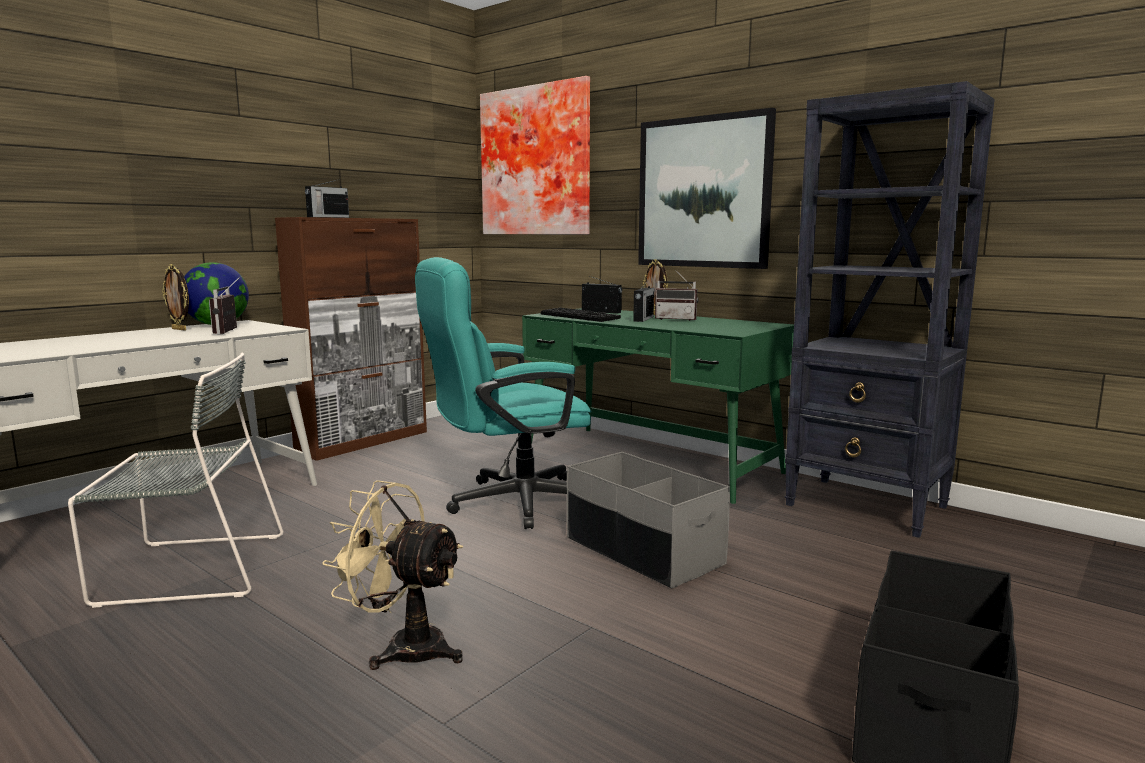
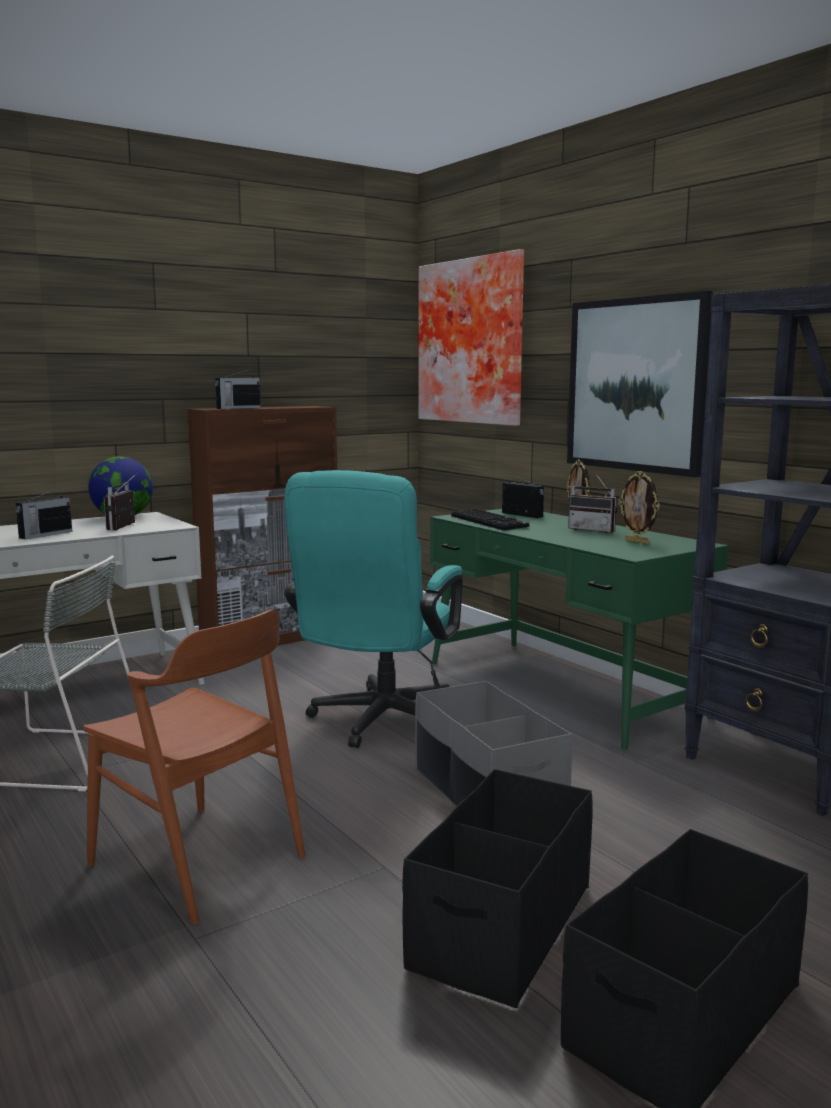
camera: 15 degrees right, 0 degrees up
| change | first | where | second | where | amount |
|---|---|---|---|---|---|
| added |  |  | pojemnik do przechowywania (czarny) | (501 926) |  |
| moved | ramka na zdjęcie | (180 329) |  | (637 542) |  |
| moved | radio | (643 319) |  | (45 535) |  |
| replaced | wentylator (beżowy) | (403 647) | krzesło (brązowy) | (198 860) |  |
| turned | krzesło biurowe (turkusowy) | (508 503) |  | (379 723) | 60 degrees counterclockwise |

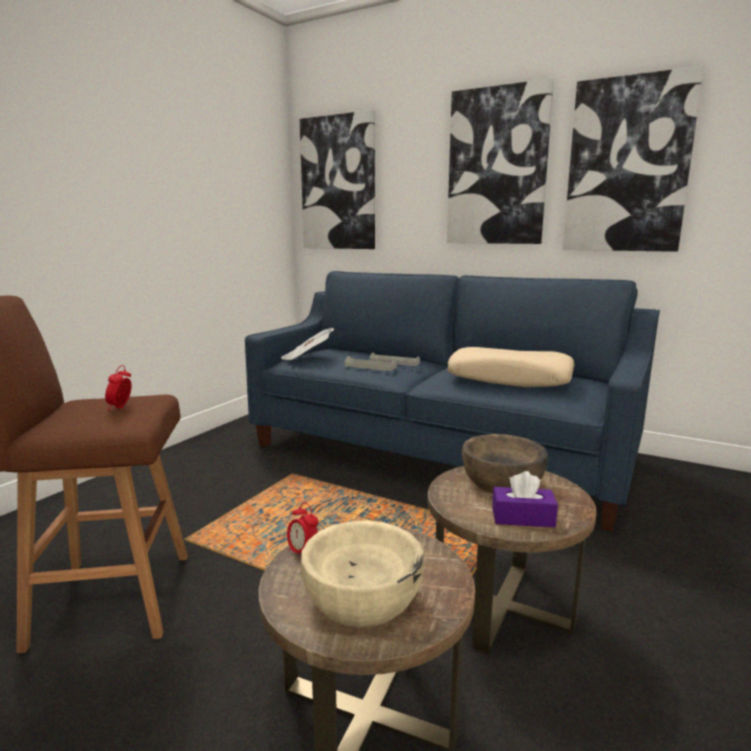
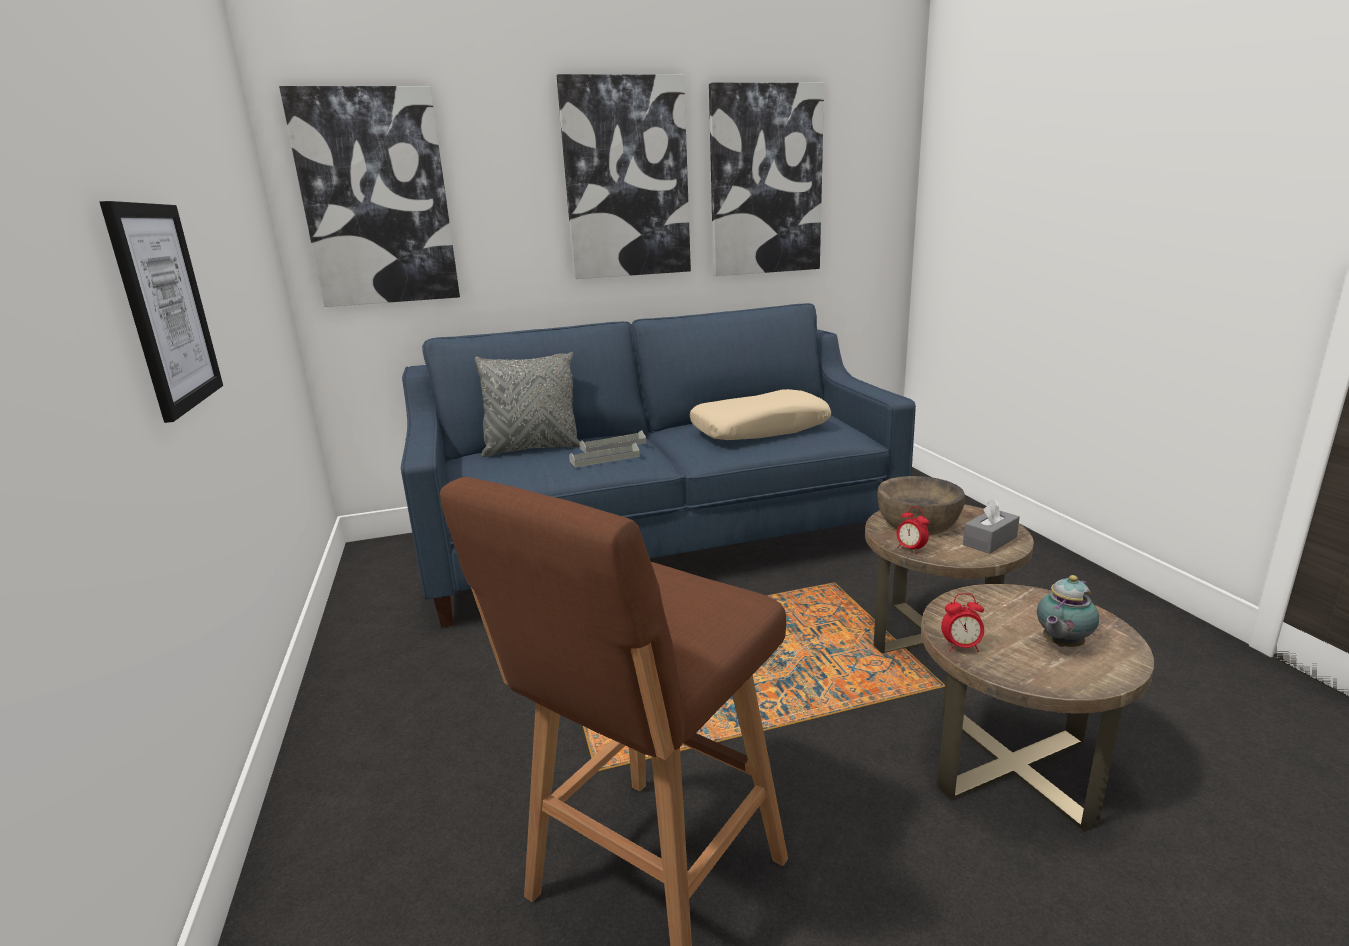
camera: 45 degrees left, 5 degrees up
| change | first | where | second | where | amount |
|---|---|---|---|---|---|
| removed | gazeta | (307 358) |  |  |  |
| added |  |  | obraz | (166 307) |  |
| added |  |  | poduszka (szary) | (532 449) |  |
| moved | budzik | (121 408) |  | (910 549) |  |
| replaced | miska (beżowy) | (363 597) | imbryk | (1060 645) |  |
| recoloured | pudełko chusteczek (fioletowy) | (522 518) | pudełko chusteczek (szary) | (990 541) |  |

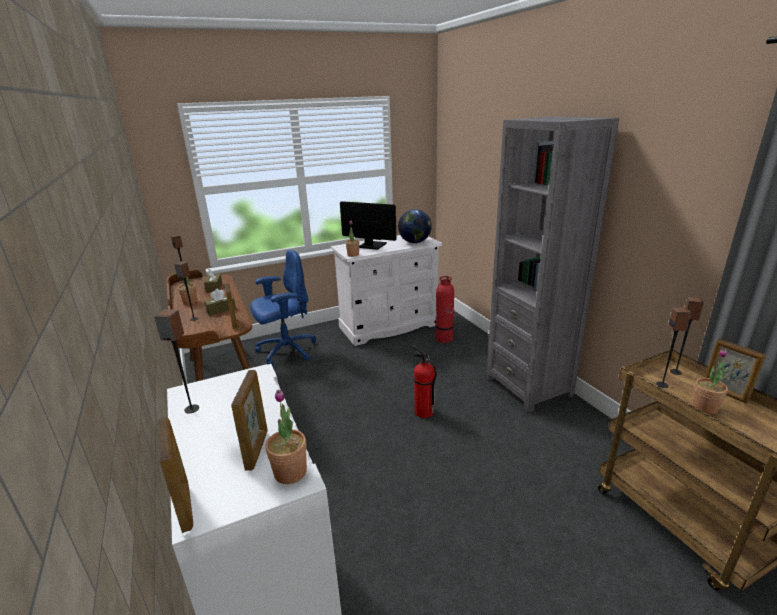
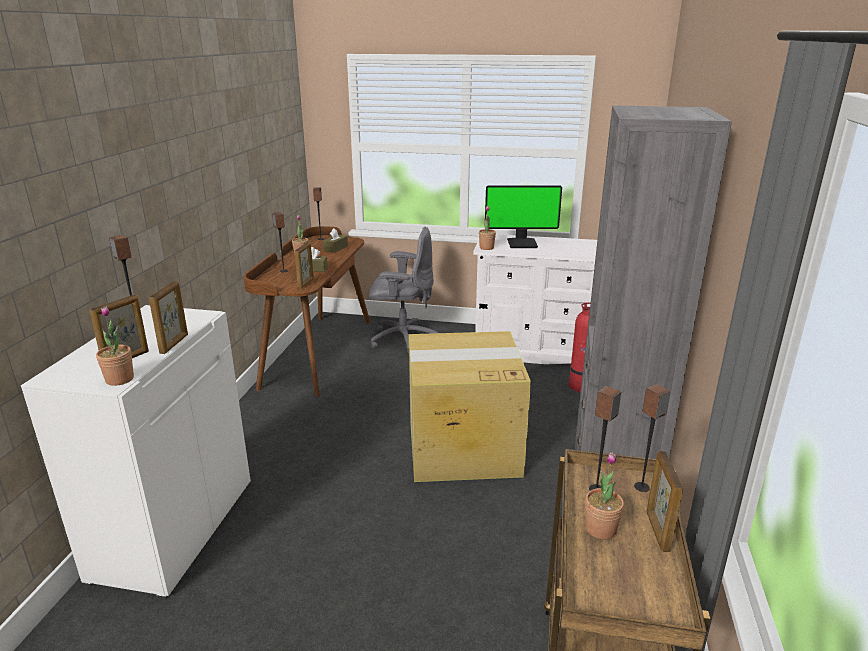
camera: 35 degrees right, 0 degrees up
| change | first | where | second | where | amount |
|---|---|---|---|---|---|
| removed | globus | (415 242) |  |  |  |
| moved | ramka na zdjęcie | (185 506) |  | (174 344) |  |
| replaced | gaśnica | (423 411) | karton | (461 447) |  |
| recoloured | krzesło biurowe (niebieski) | (286 351) | krzesło biurowe (szary) | (402 339) |  |
| turned | monitor | (371 246) |  | (522 243) | 120 degrees clockwise |

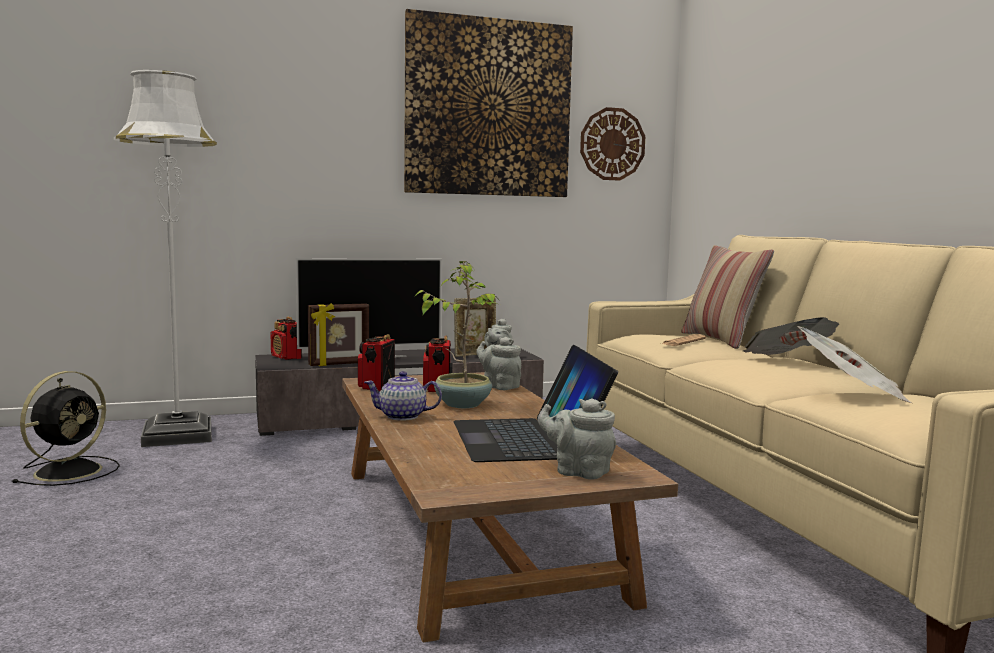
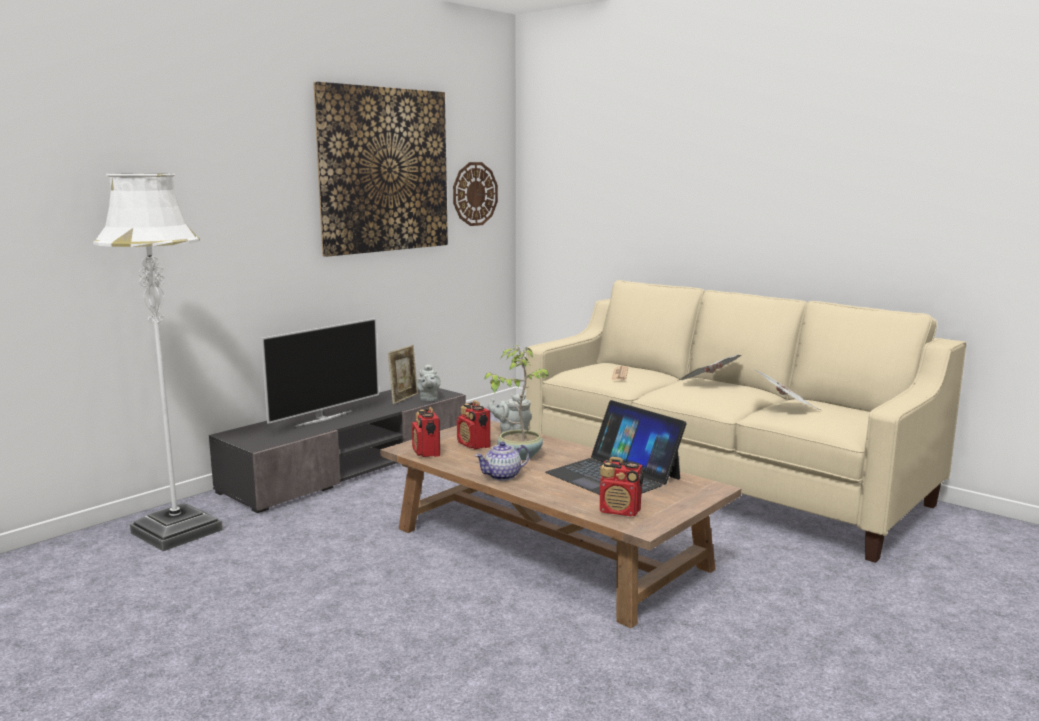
camera: 30 degrees left, 5 degrees up
| change | first | where | second | where | amount |
|---|---|---|---|---|---|
| removed | wentylator (czarny) | (71 471) |  |  |  |
| removed | ramka na zdjęcie | (339 364) |  |  |  |
| removed | imbryk (szary) | (578 471) |  |  |  |
| removed | poduszka | (721 340) |  |  |  |
| moved | radio | (286 357) |  | (620 511) |  |

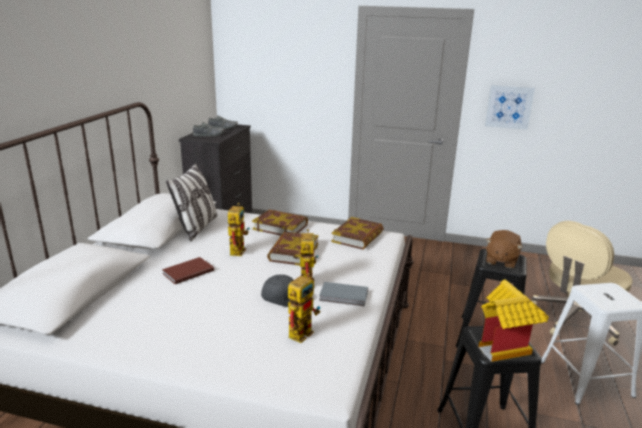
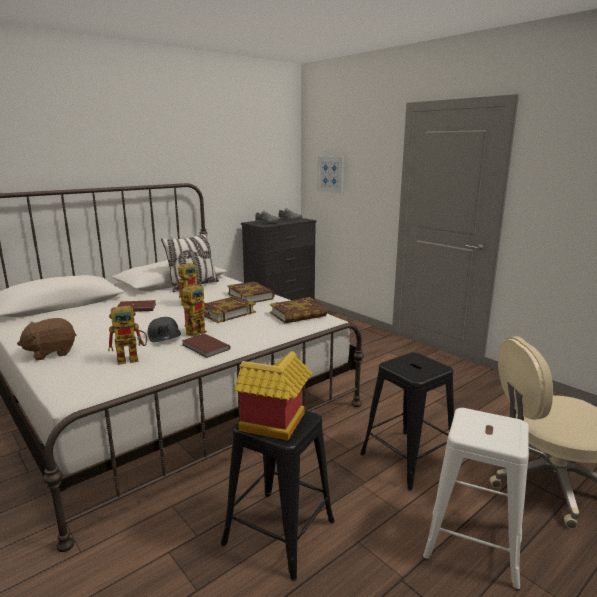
camera: 35 degrees right, 5 degrees down
| change | first | where | second | where | amount |
|---|---|---|---|---|---|
| moved | obraz | (509 107) |  | (331 174) |  |
| moved | pluszak (brązowy) | (501 260) |  | (51 352) |  |
| recoloured | książka (szary) | (344 296) | książka (brązowy) | (205 347) |  |

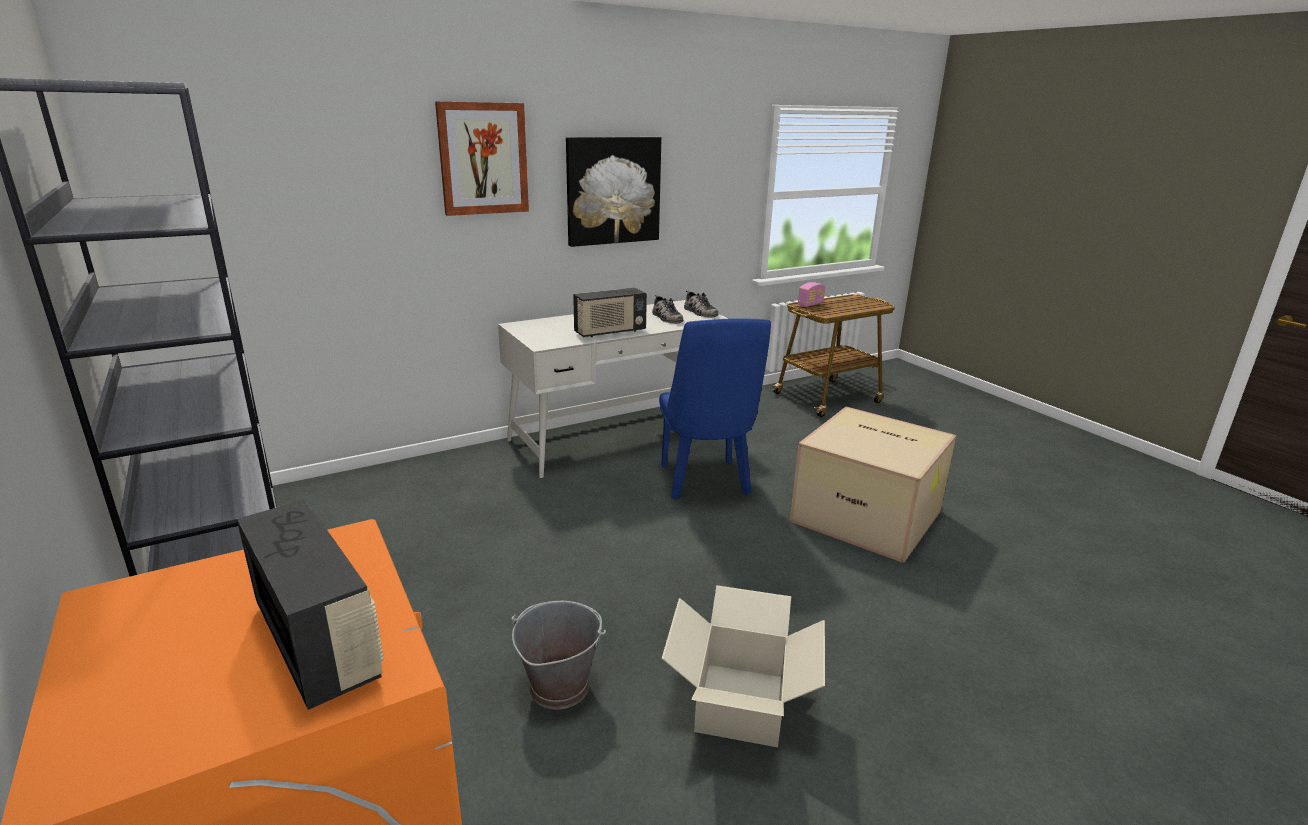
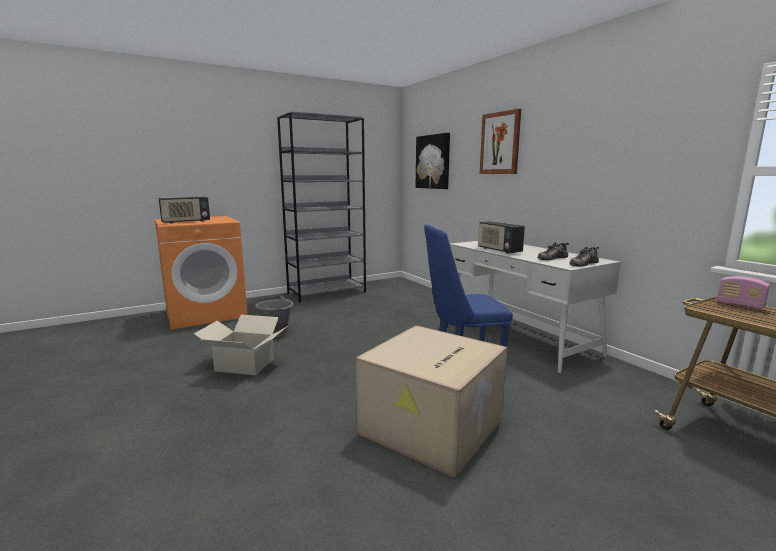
camera: 90 degrees right, 10 degrees down
| change | first | where | second | where | amount |
|---|---|---|---|---|---|
| moved | obraz | (613 190) |  | (433 162) |  |

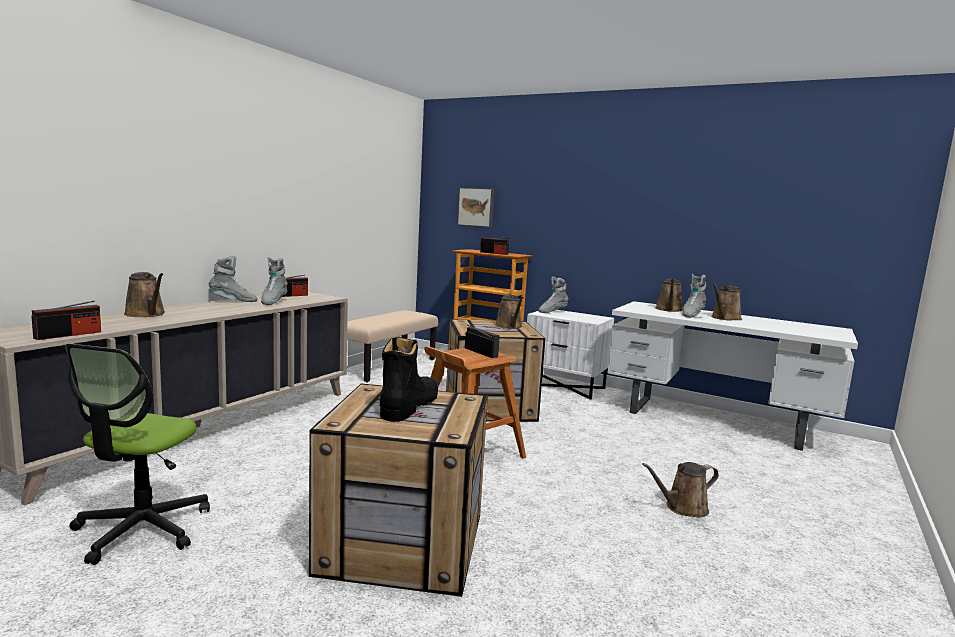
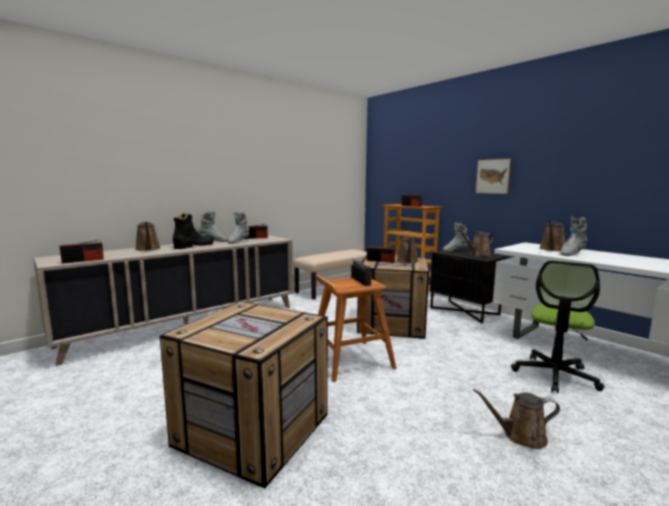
camera: 20 degrees right, 0 degrees up
| change | first | where | second | where | amount |
|---|---|---|---|---|---|
| added |  |  | radio | (380 261) |  |
| moved | krzesło biurowe | (141 529) |  | (555 375) |  |
| moved | but z cholewką (czarny) | (409 406) |  | (194 246) |  |
| moved | obraz | (476 207) |  | (494 176) |  |
| moved | konewka (brązowy) | (724 318) |  | (478 255) |  |
| recoloured | szafka nocna (biały) | (565 386) | szafka nocna (czarny) | (465 311) |  |

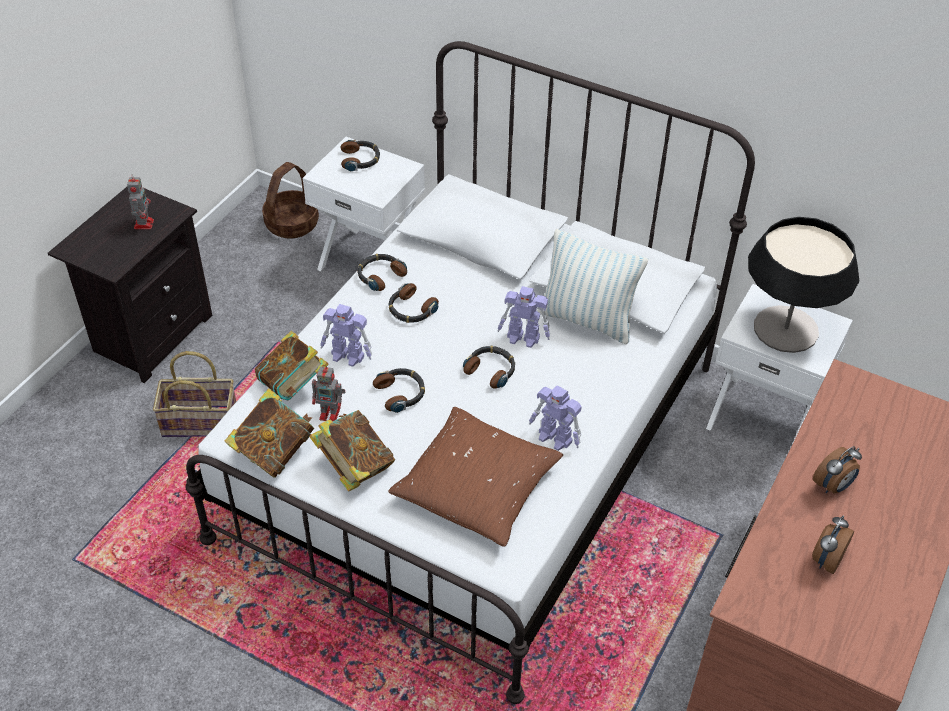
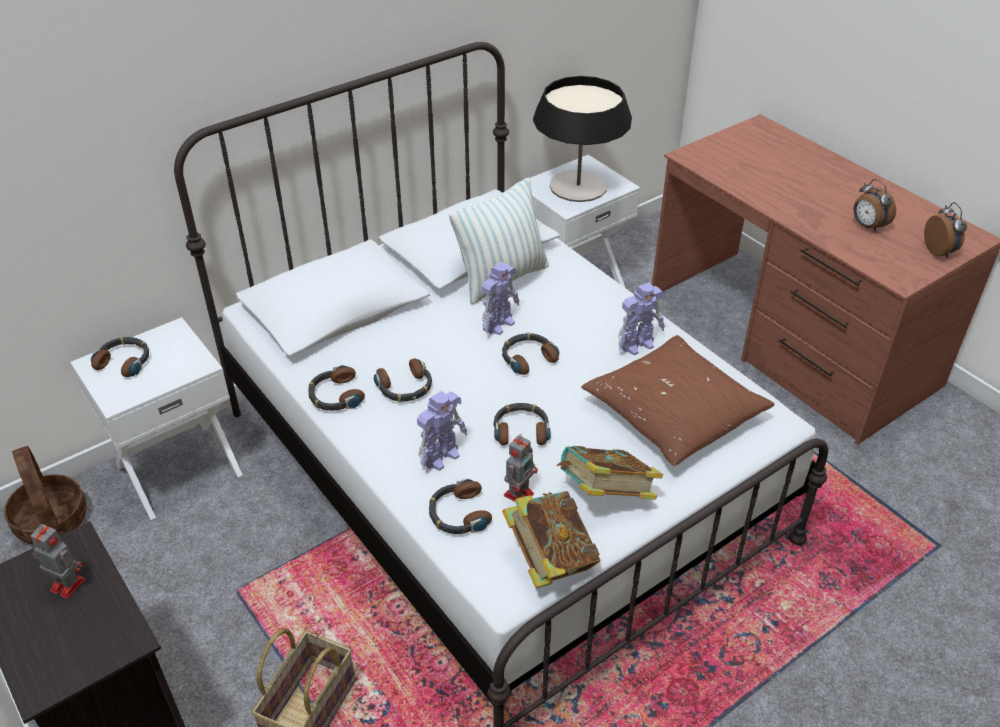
camera: 65 degrees left, 5 degrees down
| change | first | where | second | where | amount |
|---|---|---|---|---|---|
| moved | budzik | (833 486) |  | (939 251) |  |
| replaced | książka | (293 386) | słuchawki | (458 514) |  |

